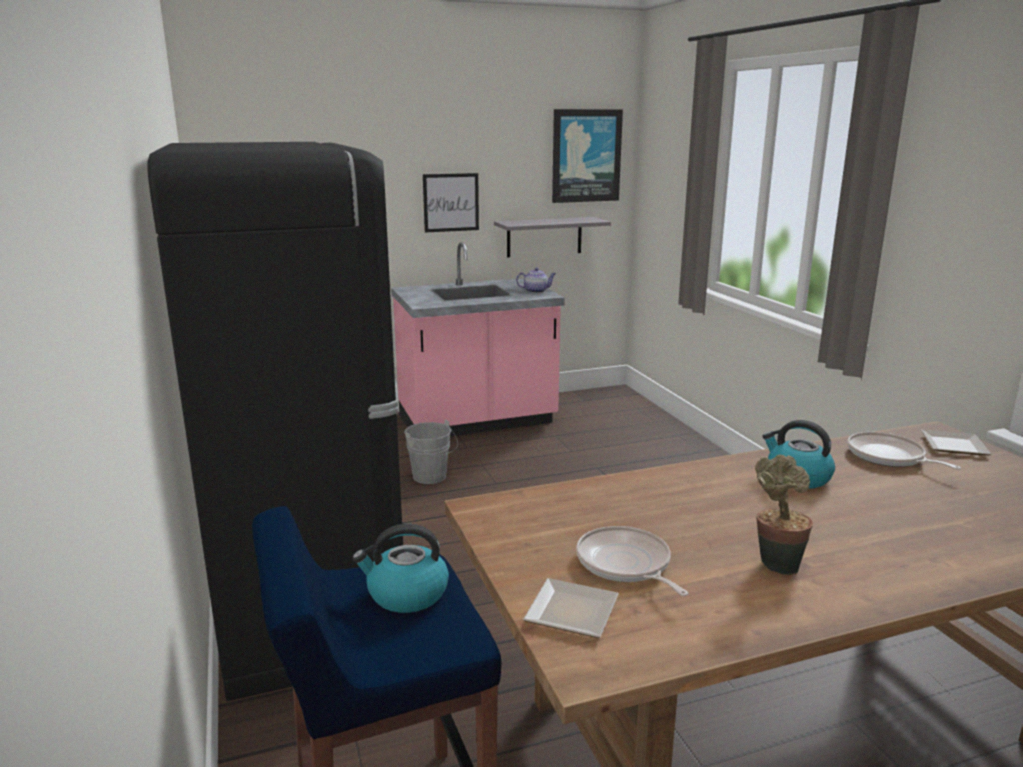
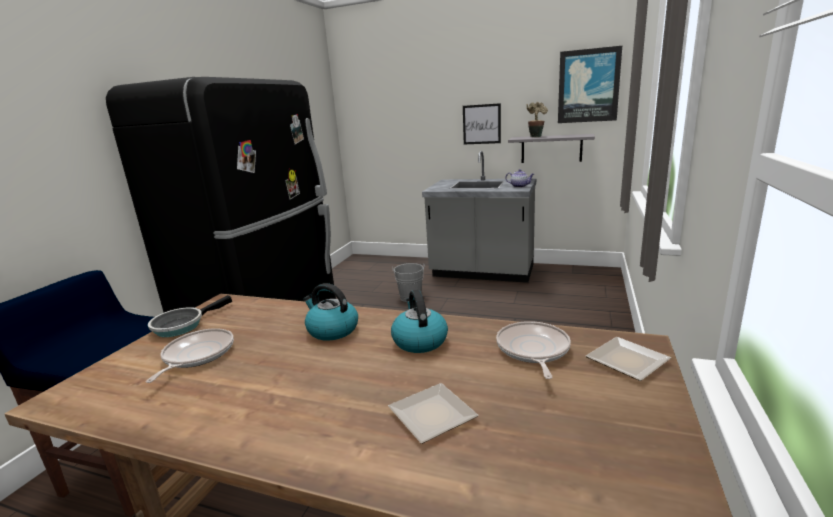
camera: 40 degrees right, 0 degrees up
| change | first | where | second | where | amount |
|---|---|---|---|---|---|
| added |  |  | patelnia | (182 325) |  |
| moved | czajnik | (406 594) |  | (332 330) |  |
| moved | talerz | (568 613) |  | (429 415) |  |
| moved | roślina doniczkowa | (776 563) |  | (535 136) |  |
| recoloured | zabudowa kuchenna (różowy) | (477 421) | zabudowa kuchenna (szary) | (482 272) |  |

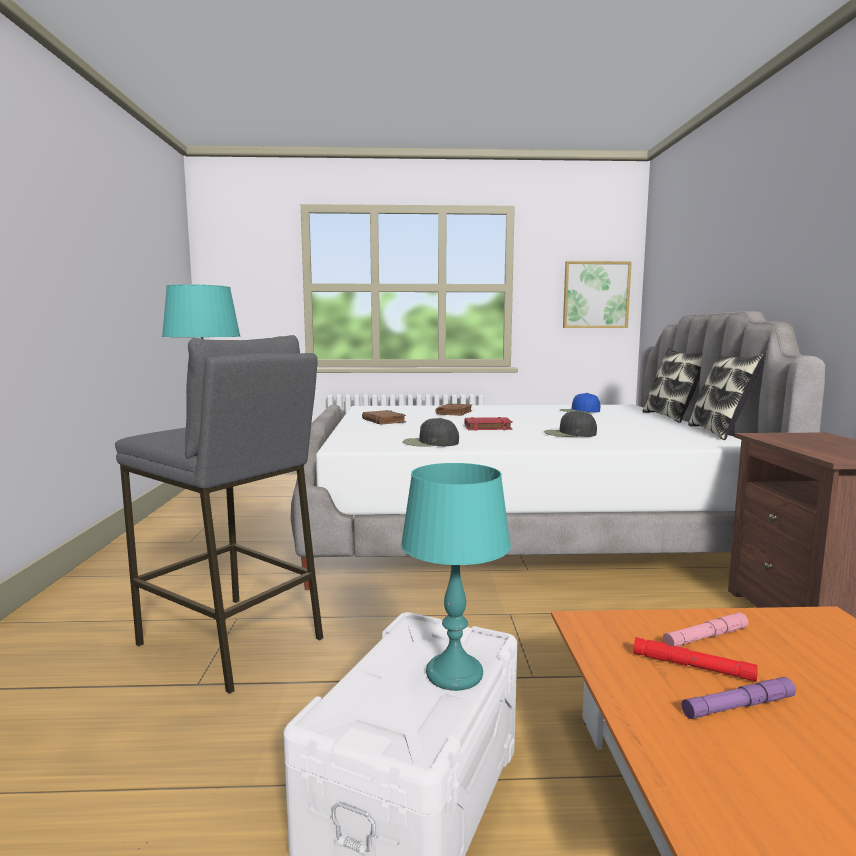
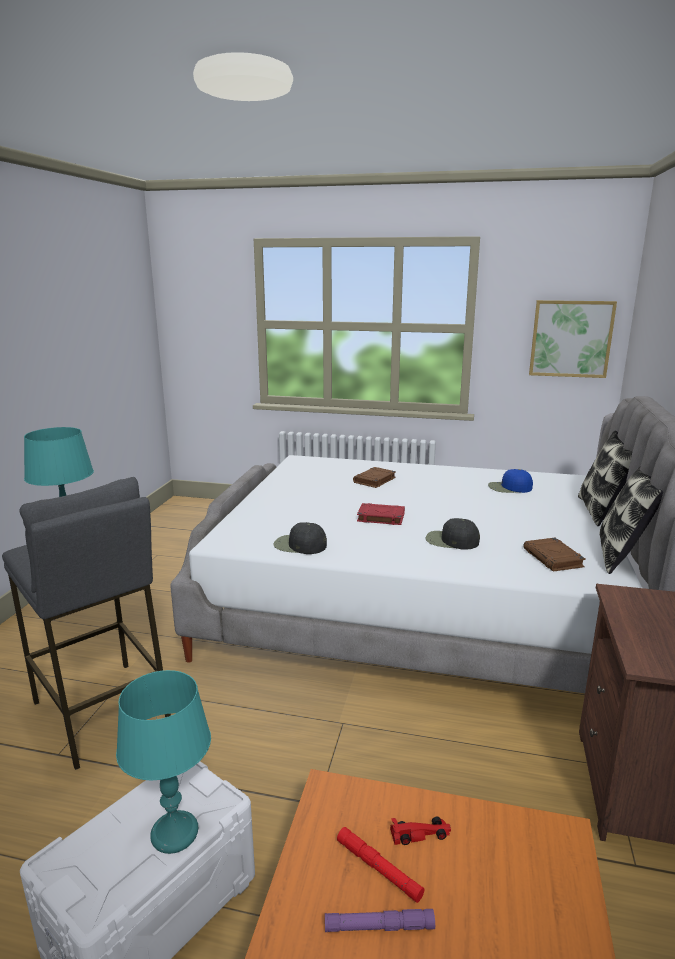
camera: 15 degrees right, 10 degrees up
| change | first | where | second | where | amount |
|---|---|---|---|---|---|
| moved | książka (brązowy) | (384 421) |  | (553 558) |  |
| replaced | latarka (różowy) | (705 637) | samochodzik (czerwony) | (421 834) |  |

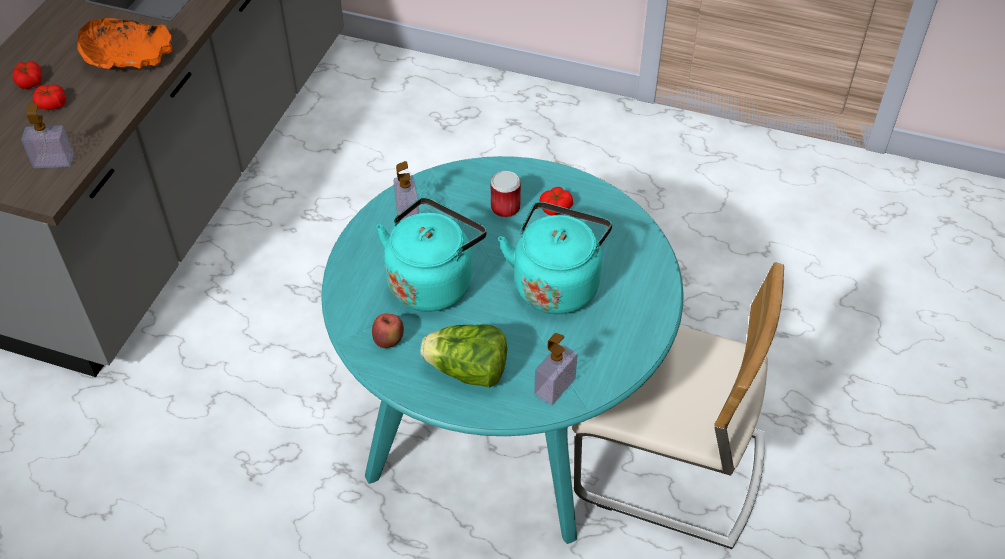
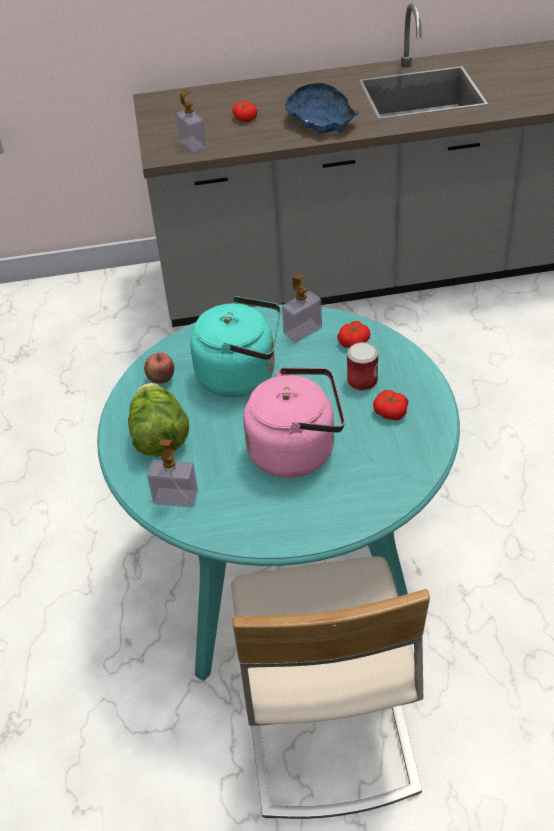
camera: 65 degrees right, 5 degrees down
| change | first | where | second | where | amount |
|---|---|---|---|---|---|
| moved | pomidor | (30 81) |  | (353 342) |  |
| recoloured | miska (pomarańczowy) | (127 57) | miska (niebieski) | (321 121) |  |
| recoloured | czajnik (turkusowy) | (557 283) | czajnik (różowy) | (297 451) |  |

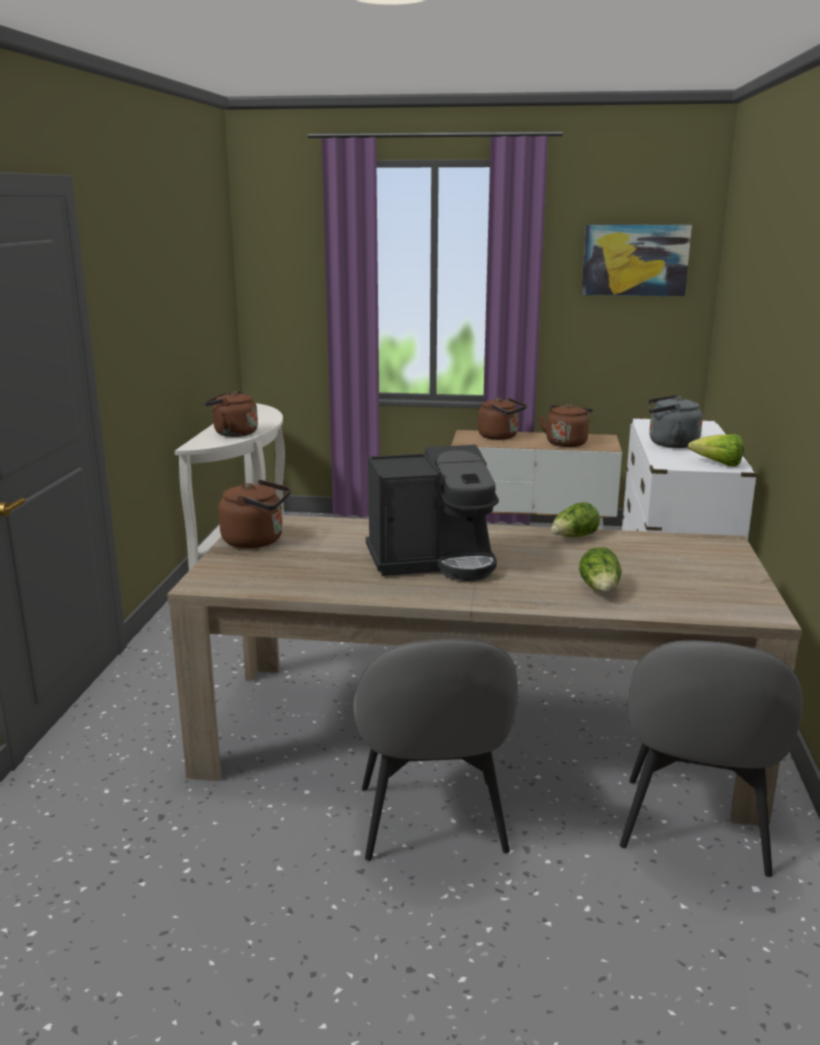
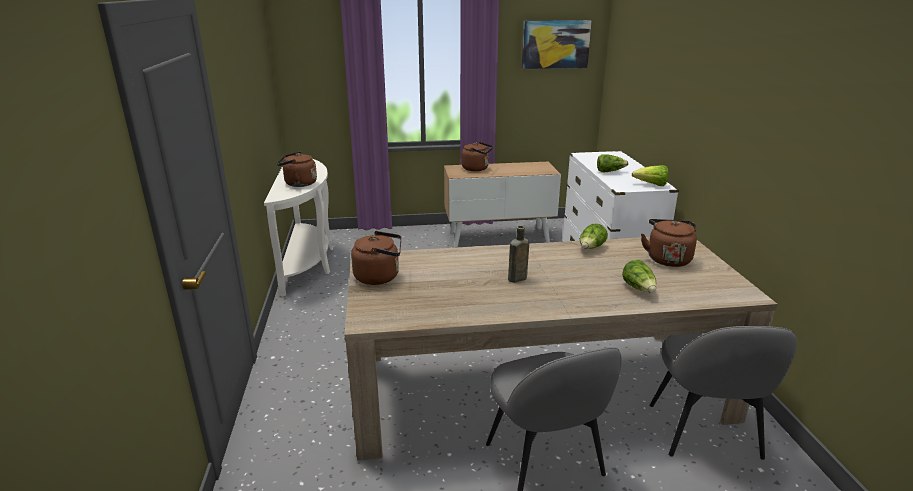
camera: 15 degrees left, 5 degrees up
| change | first | where | second | where | amount |
|---|---|---|---|---|---|
| moved | czajnik (brązowy) | (566 443) |  | (667 258) |  |
| replaced | ekspres do kawy | (433 561) | butelka (brązowy) | (516 279) |  |
| replaced | czajnik (szary) | (669 444) | sałata | (610 171) |  |

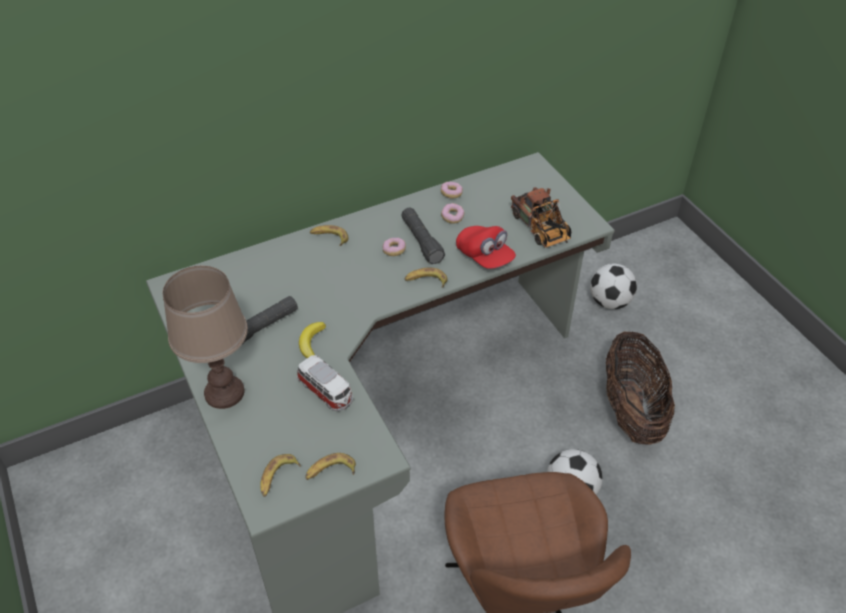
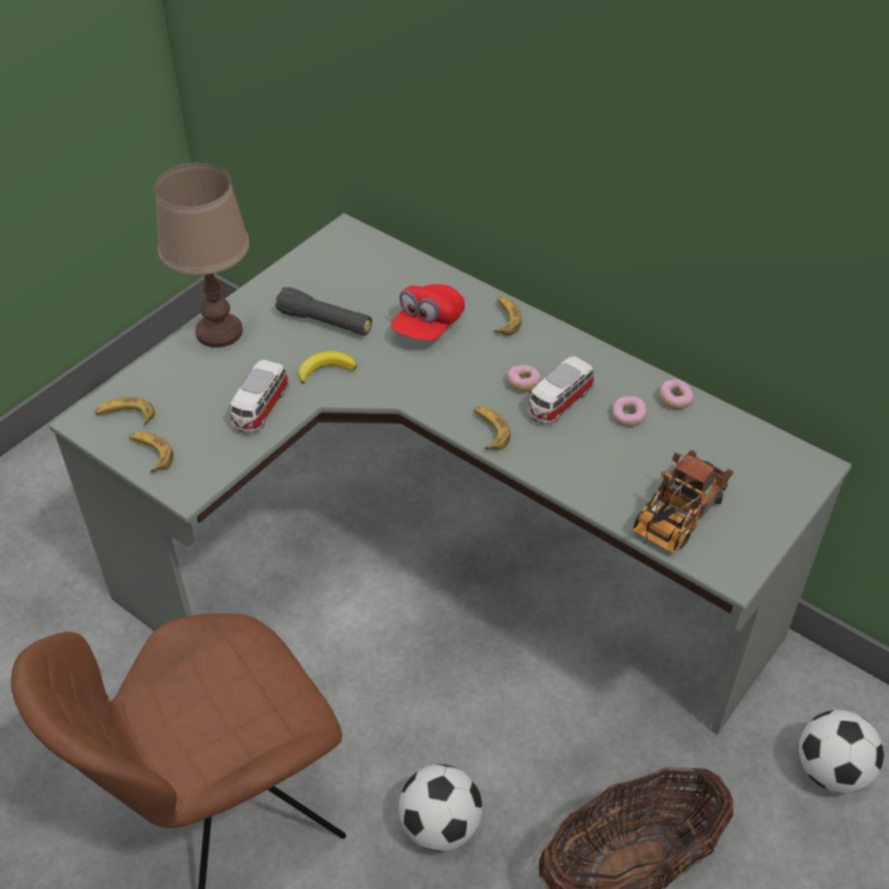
camera: 65 degrees right, 0 degrees up
| change | first | where | second | where | amount |
|---|---|---|---|---|---|
| moved | czapka z daszkiem (czerwony) | (484 256) |  | (428 326) |  |
| replaced | latarka (czarny) | (421 241) | samochodzik | (558 403) |  |

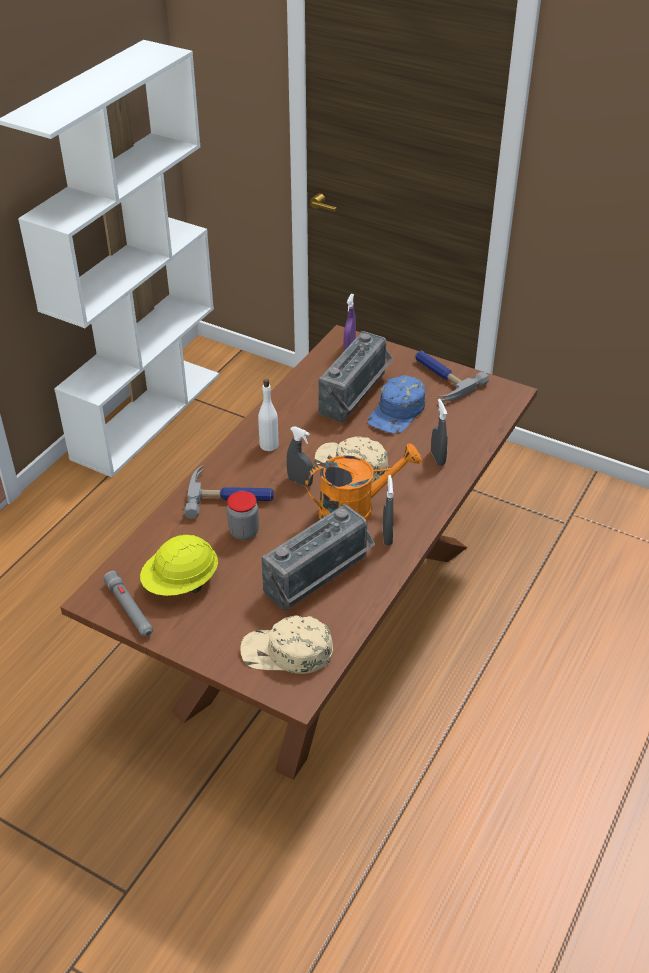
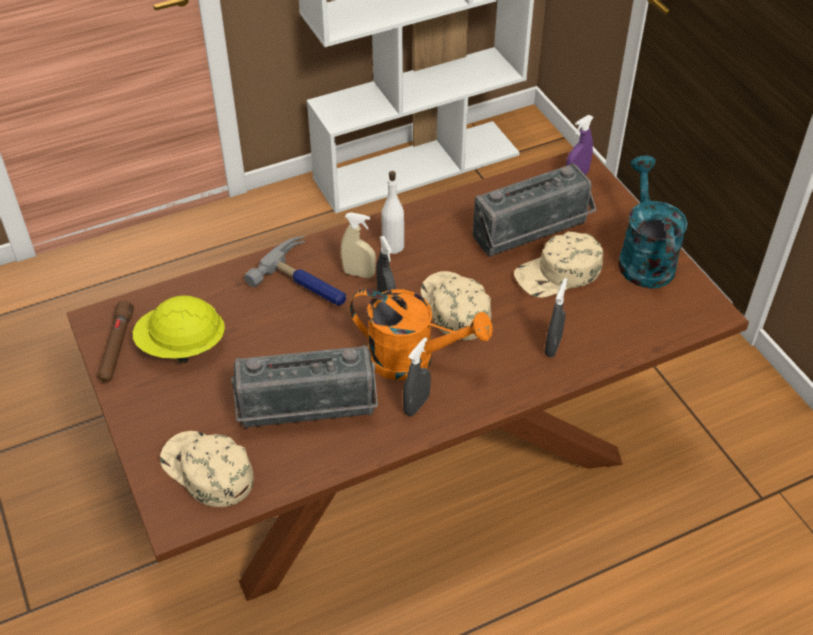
camera: 35 degrees right, 5 degrees up
| change | first | where | second | where | amount |
|---|---|---|---|---|---|
| removed | słoik | (244 532) |  |  |  |
| added |  |  | spryskiwacz (beżowy) | (359 273) |  |
| replaced | młotek | (440 378) | konewka (turkusowy) | (643 257) |  |
| recoloured | latarka (szary) | (129 609) | latarka (brązowy) | (116 347) |  |
| recoloured | czapka z daszkiem (niebieski) | (397 412) | czapka z daszkiem (beżowy) | (558 273) |  |

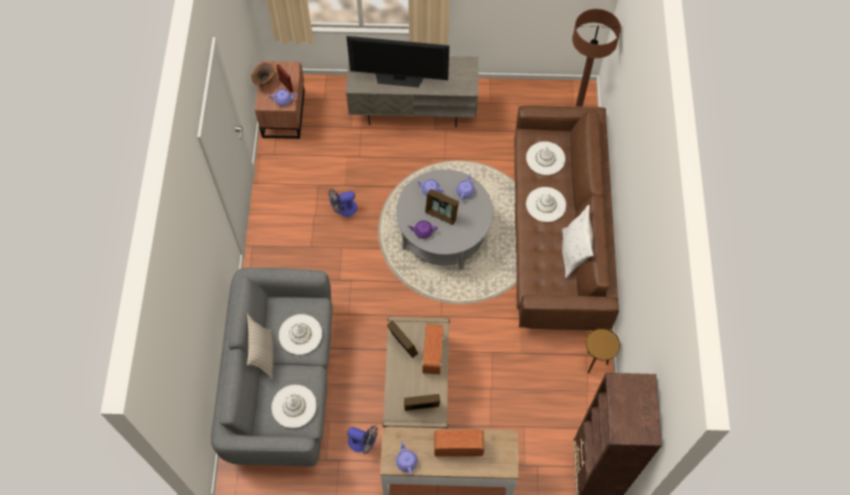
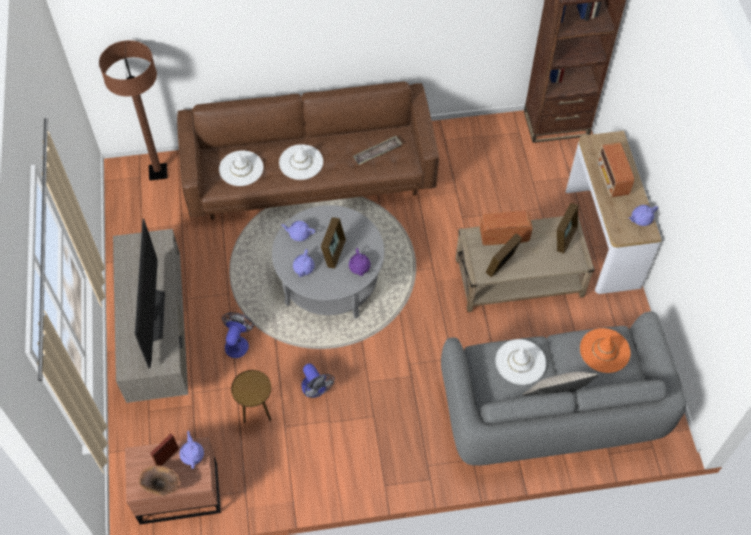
camera: 100 degrees left, 5 degrees down
| change | first | where | second | where | amount |
|---|---|---|---|---|---|
| removed | poduszka (biały) | (573 253) |  |  |  |
| added |  |  | taca | (377 152) |  |
| moved | wentylator | (363 443) |  | (238 343) |  |
| moved | stolik (brązowy) | (594 362) |  | (257 414) |  |
| recoloured | kapelusz (biały) | (294 406) | kapelusz (pomarańczowy) | (604 350) |  |
| turned | ramka na zdjęcie | (421 407) |  | (564 238) | 135 degrees counterclockwise |

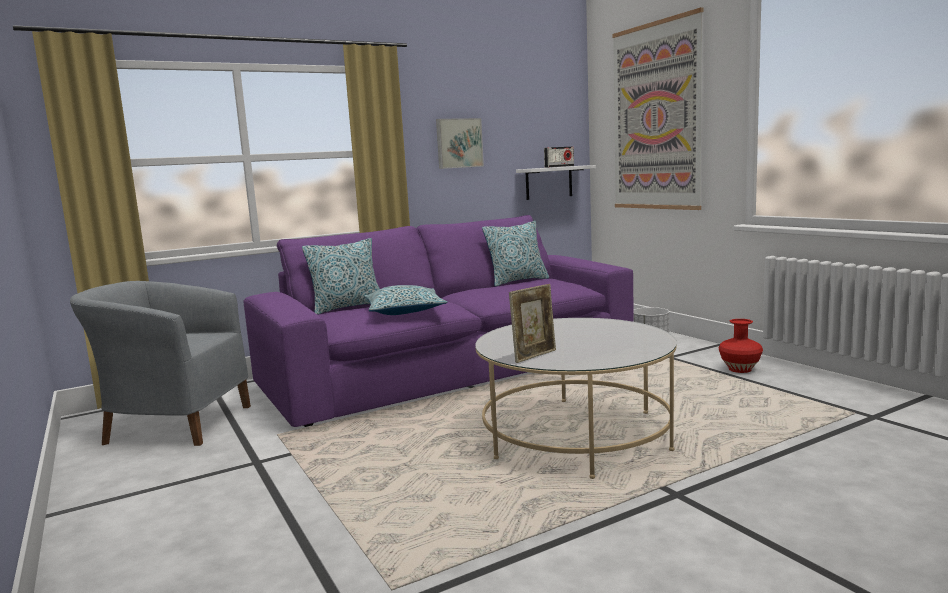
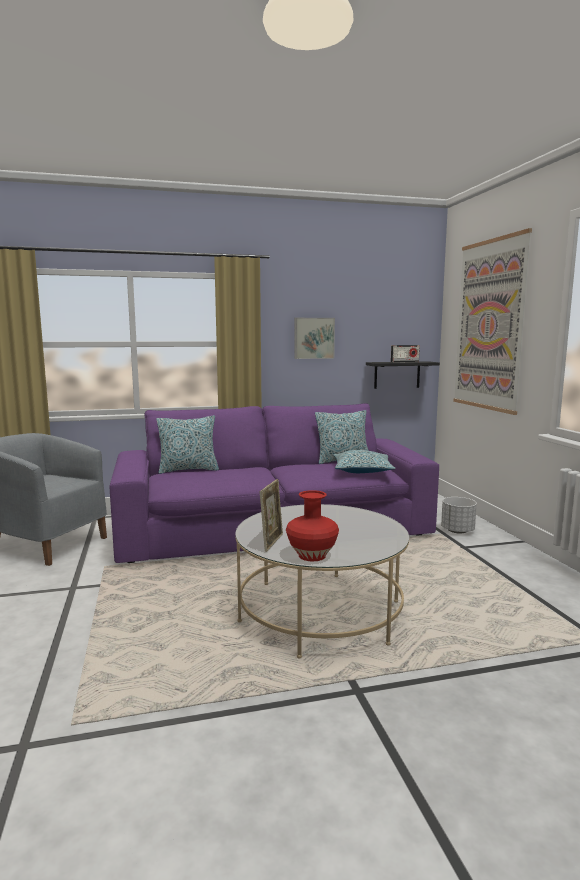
camera: 15 degrees right, 0 degrees up
| change | first | where | second | where | amount |
|---|---|---|---|---|---|
| moved | poduszka | (405 311) |  | (362 470) |  |
| moved | wazon (czerwony) | (739 369) |  | (312 555) |  |
| recoloured | półka (biały) | (549 182) | półka (czarny) | (397 374) |  |
| turned | ramka na zdjęcie | (534 356) |  | (272 542) | 45 degrees counterclockwise |

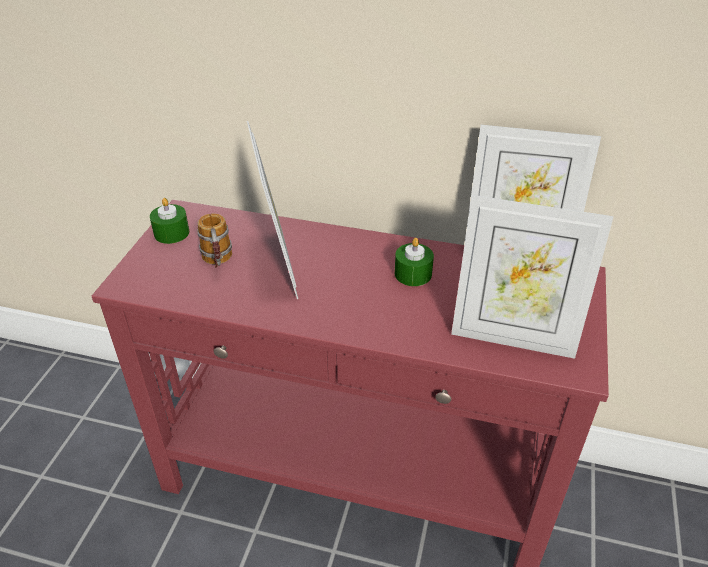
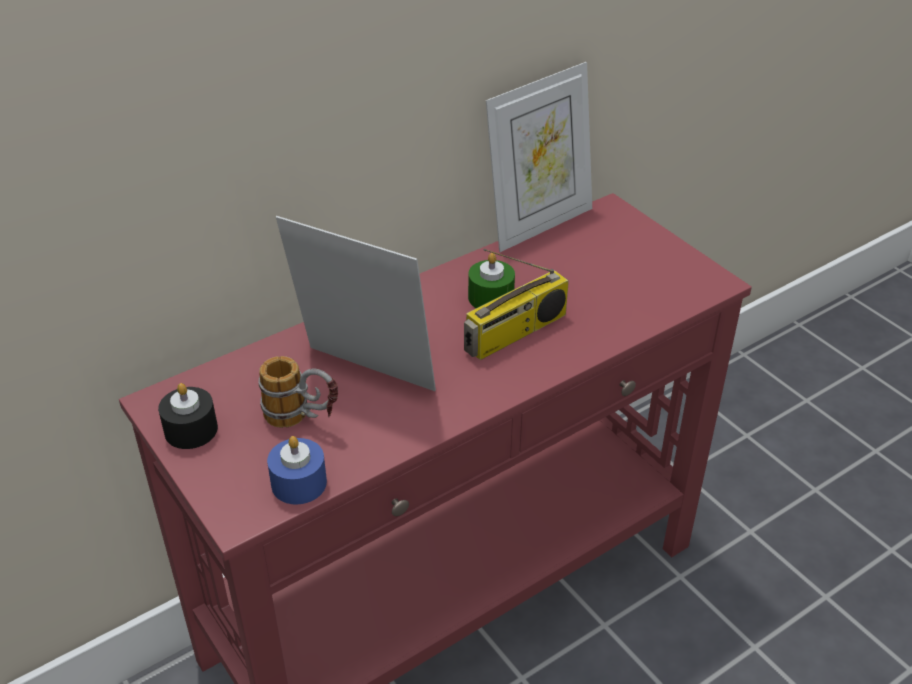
camera: 50 degrees left, 0 degrees up
| change | first | where | second | where | amount |
|---|---|---|---|---|---|
| removed | ramka na zdjęcie | (513 337) |  |  |  |
| added |  |  | świeca (niebieski) | (299 483) |  |
| added |  |  | radio | (515 333) |  |
| recoloured | świeca (zielony) | (171 233) | świeca (czarny) | (191 430) |  |

